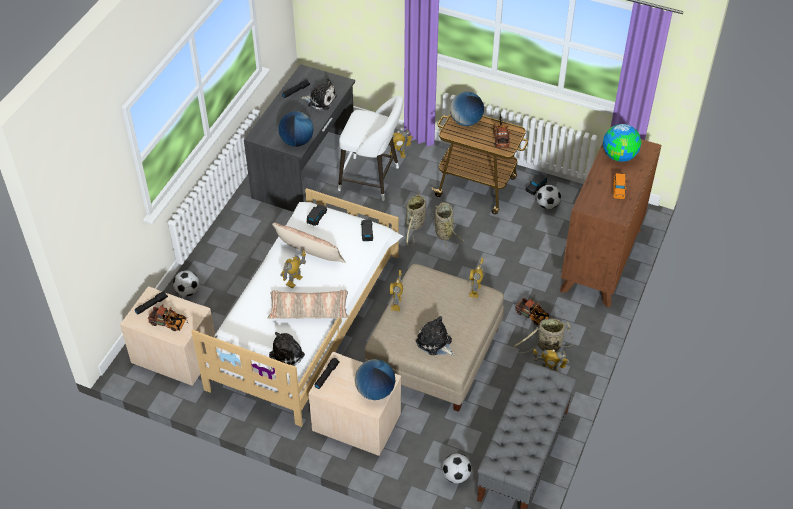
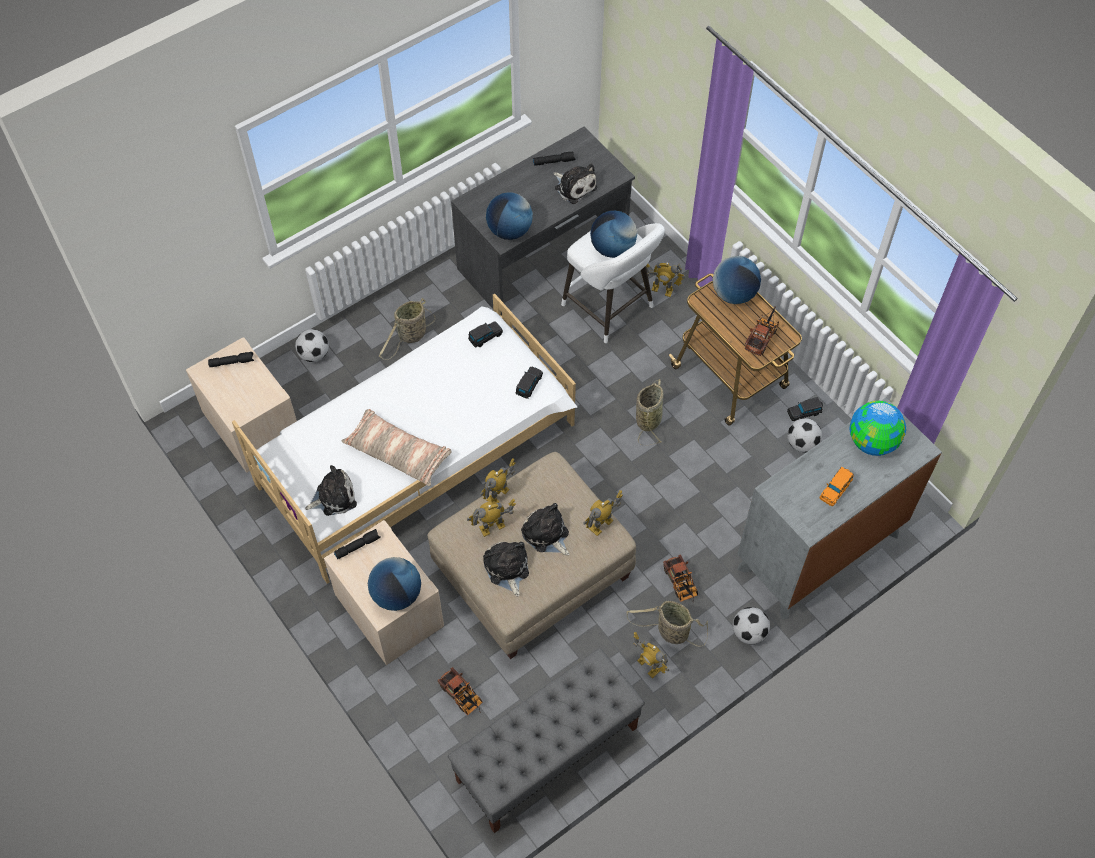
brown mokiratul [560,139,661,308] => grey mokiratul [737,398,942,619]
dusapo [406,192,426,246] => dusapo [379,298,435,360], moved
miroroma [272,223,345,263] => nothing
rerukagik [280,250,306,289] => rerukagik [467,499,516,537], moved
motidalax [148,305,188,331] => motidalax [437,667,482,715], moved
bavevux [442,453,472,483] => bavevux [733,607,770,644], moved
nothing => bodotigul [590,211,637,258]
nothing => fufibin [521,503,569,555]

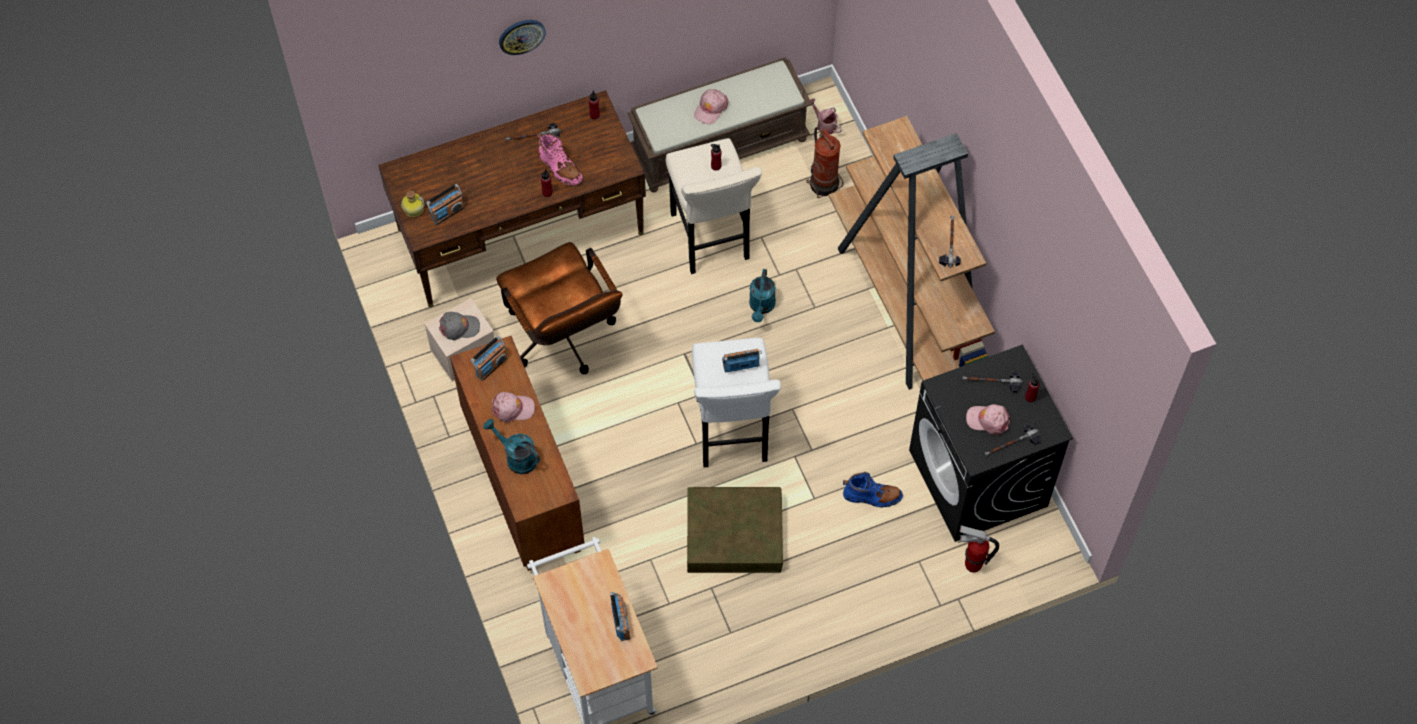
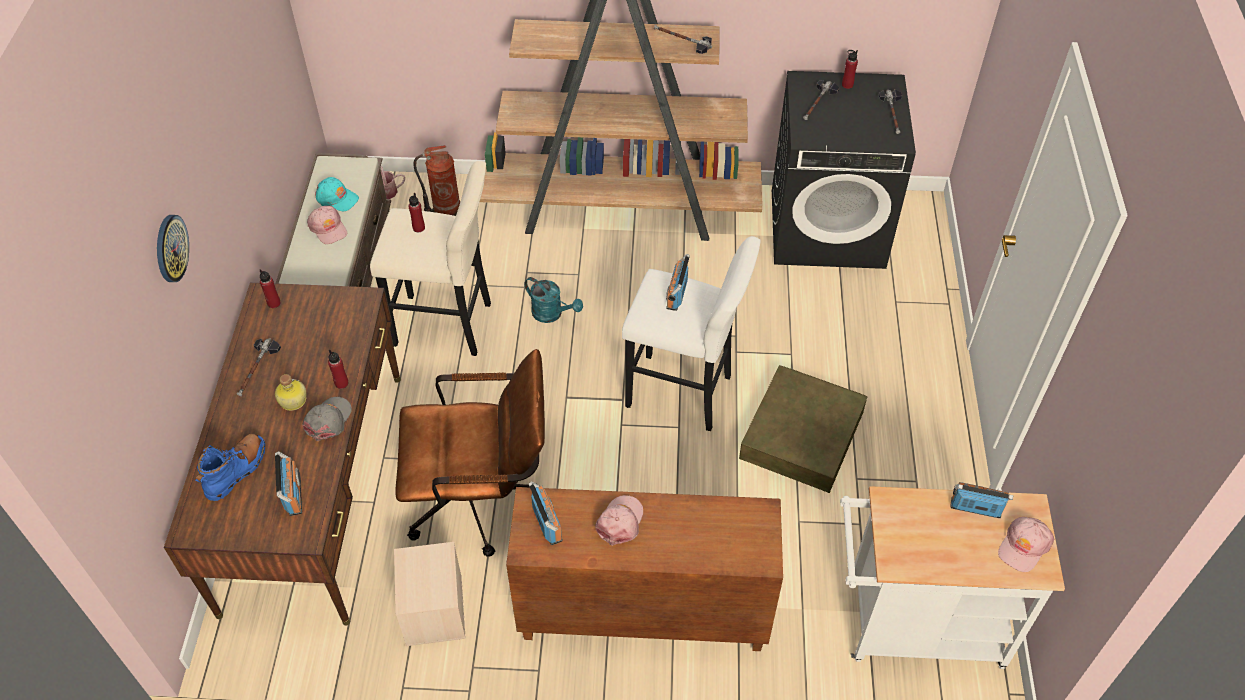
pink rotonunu [537,132,582,185] => nothing
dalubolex [401,191,425,217] => dalubolex [275,374,306,411], moved
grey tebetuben [439,312,480,340] => grey tebetuben [302,397,352,441], moved
pink tebetuben [966,404,1010,435] => pink tebetuben [998,517,1054,572], moved
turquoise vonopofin [483,419,540,474] => nothing
blue rotonunu [843,472,903,508] => blue rotonunu [195,434,265,501], moved
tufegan [958,525,999,573] => nothing
nothing => turquoise tebetuben [315,177,359,211]

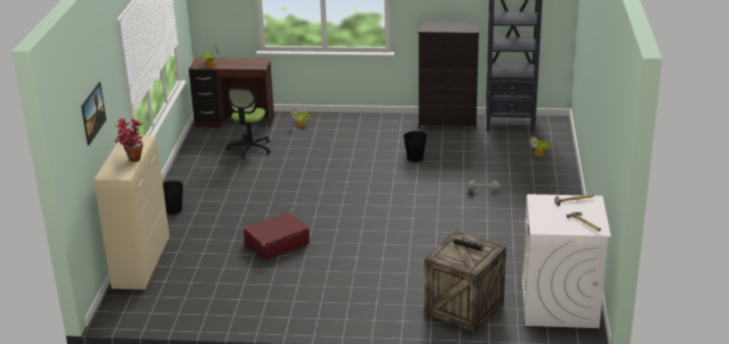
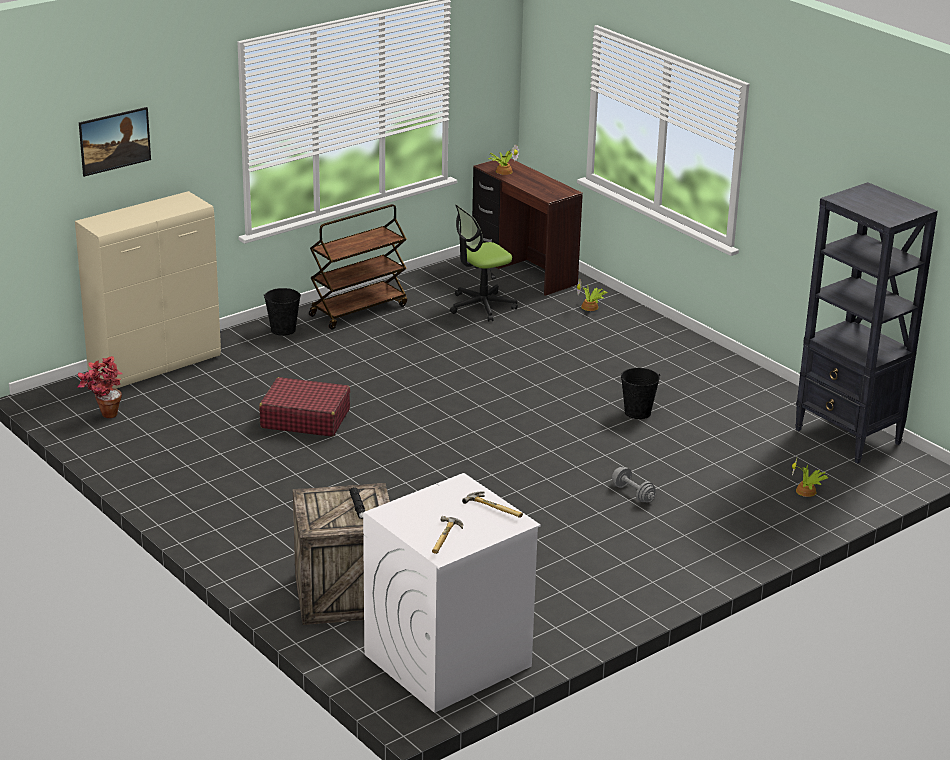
black mokiratul [418,21,479,130] => nothing
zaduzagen [115,118,144,162] => zaduzagen [77,356,123,418], moved
nothing => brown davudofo [309,204,407,330]

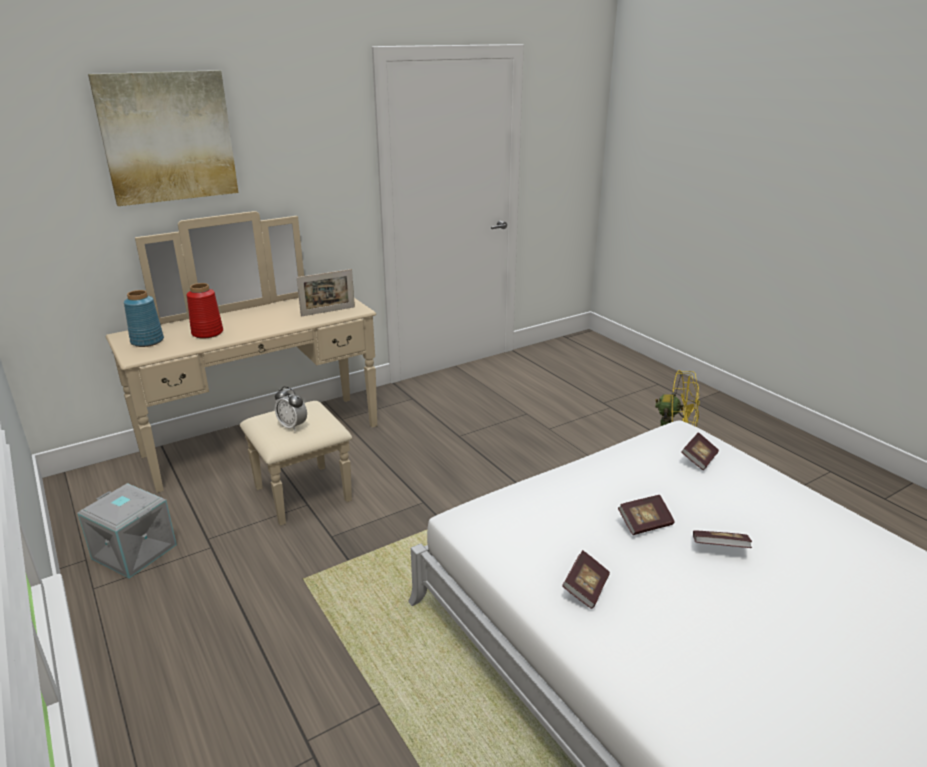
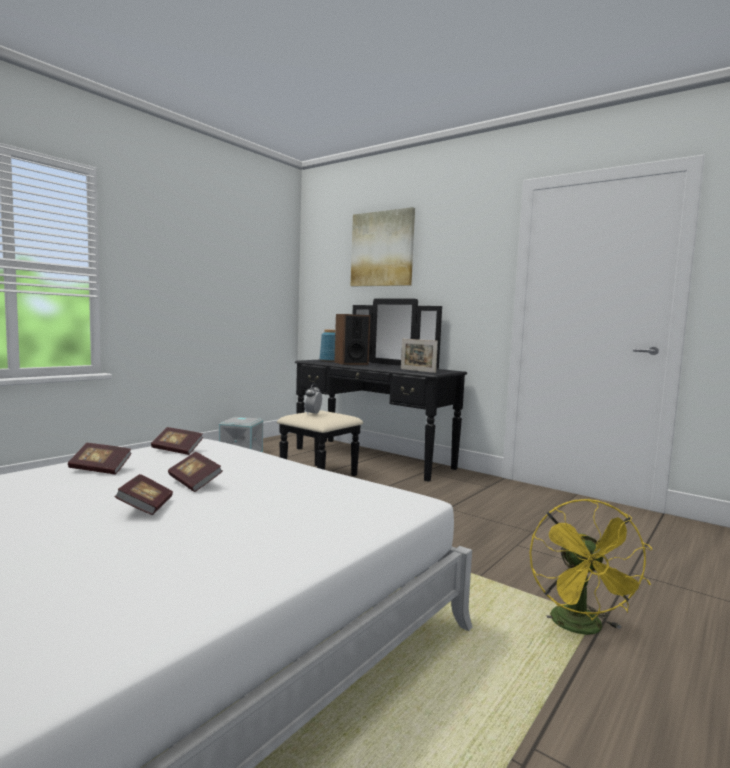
beige mokiratul [106,211,377,526] => black mokiratul [277,298,467,482]
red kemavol [187,283,223,339] => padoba [334,314,371,365]
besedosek [681,432,719,470] => besedosek [151,427,203,455], moved

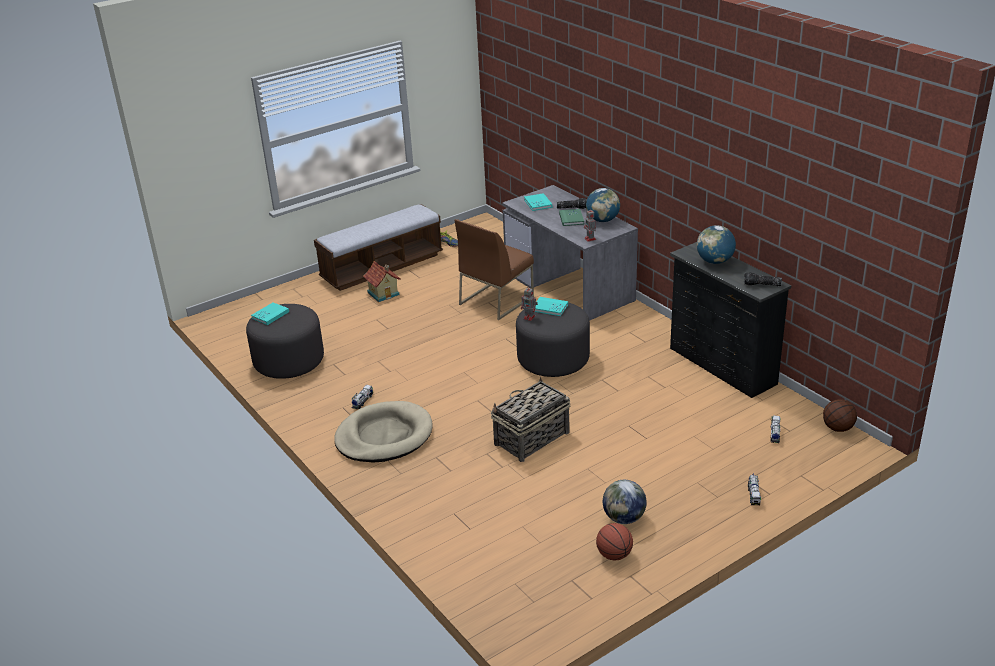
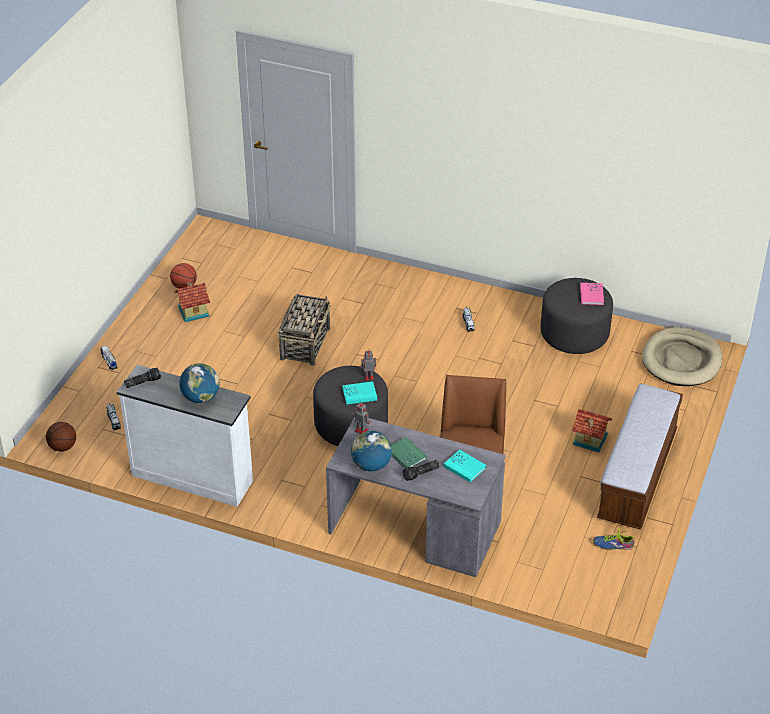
black mokiratul [670,242,791,398] => white mokiratul [116,365,253,507]
turquoise besedosek [251,302,289,325] => pink besedosek [580,283,604,305]
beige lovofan [334,401,432,463] => beige lovofan [642,327,722,386], moved
bodotigul [603,480,647,524] => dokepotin [174,282,210,322]

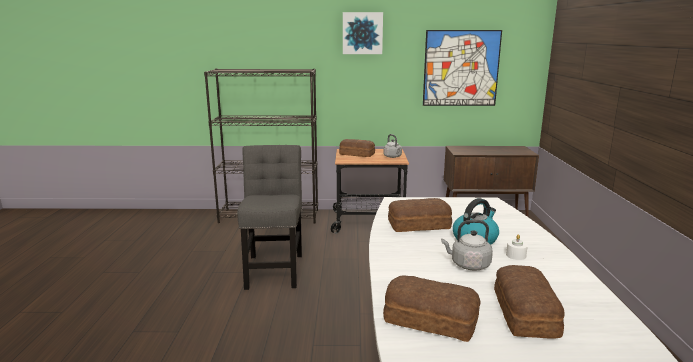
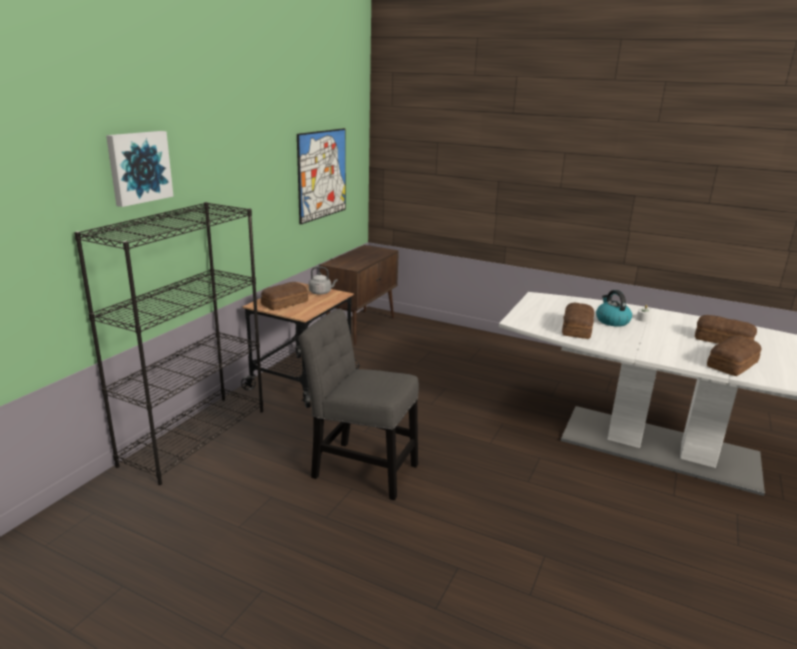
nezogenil [343,12,383,54] => nezogenil [106,131,174,207], moved
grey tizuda [441,220,493,271] => nothing

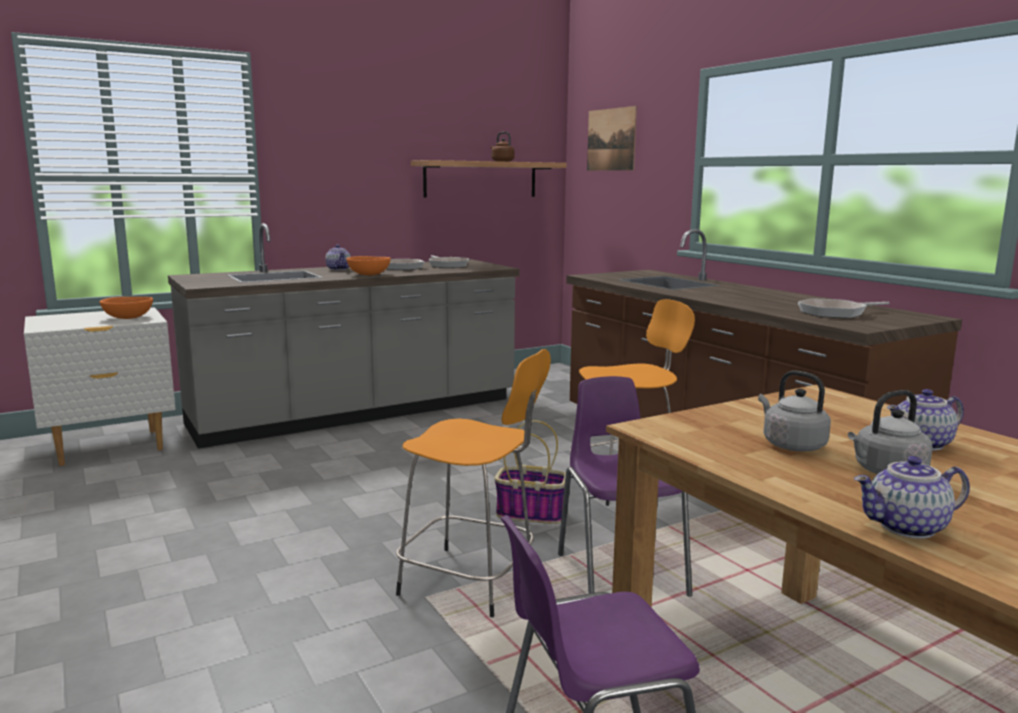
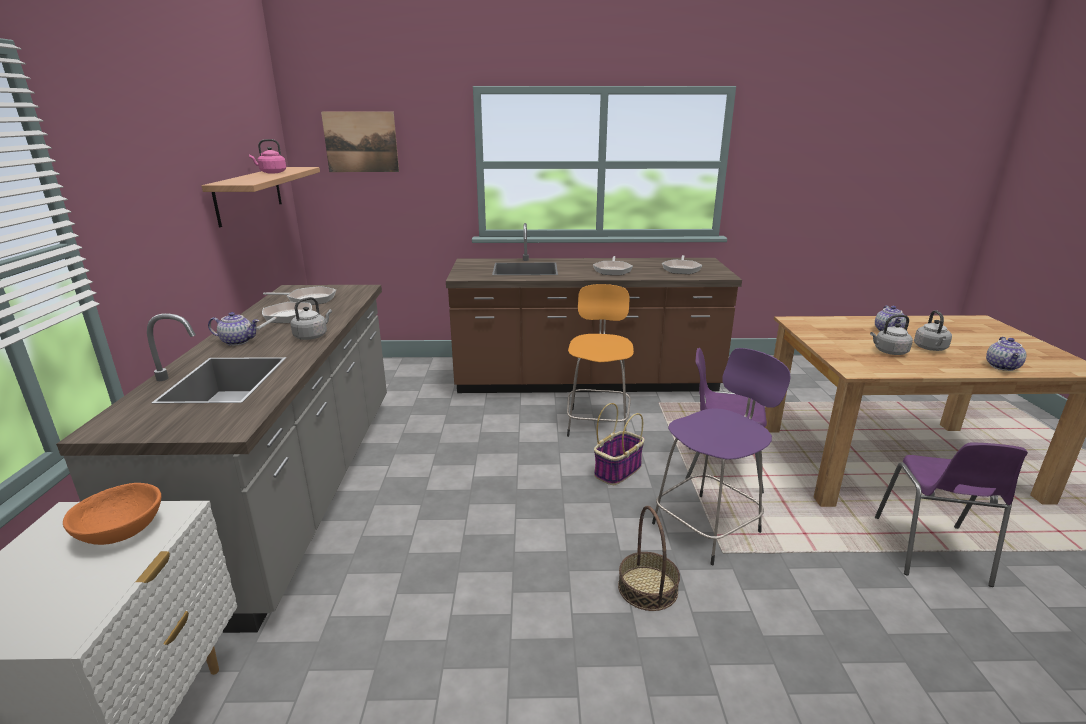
brown tizuda [491,132,515,162] => pink tizuda [249,139,286,173]
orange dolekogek [346,256,391,275] => grey tizuda [291,297,332,340]
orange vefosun [396,349,551,617] => purple vefosun [652,348,791,565]
nothing => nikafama [593,256,633,275]
nothing => dusapo [618,506,680,611]

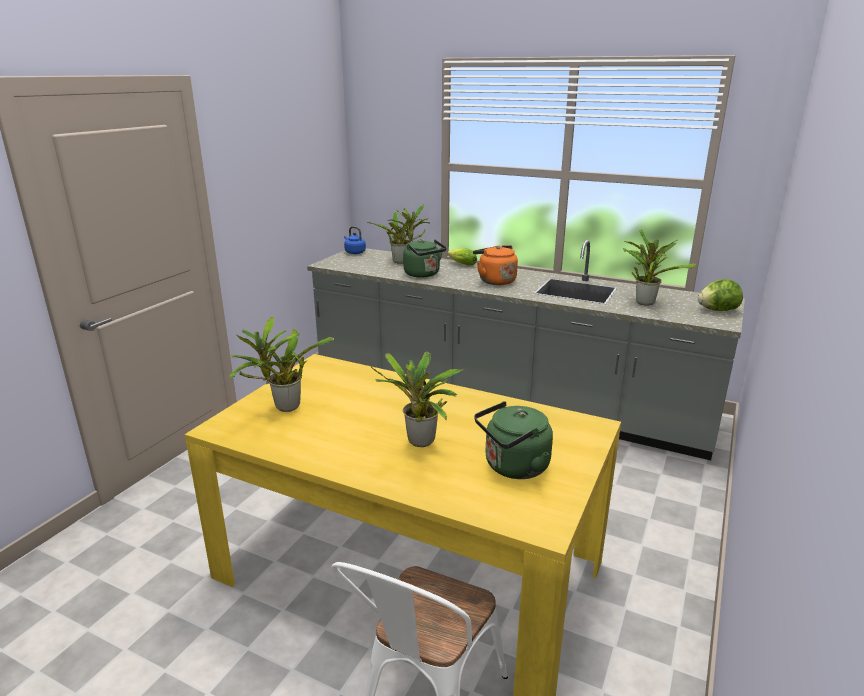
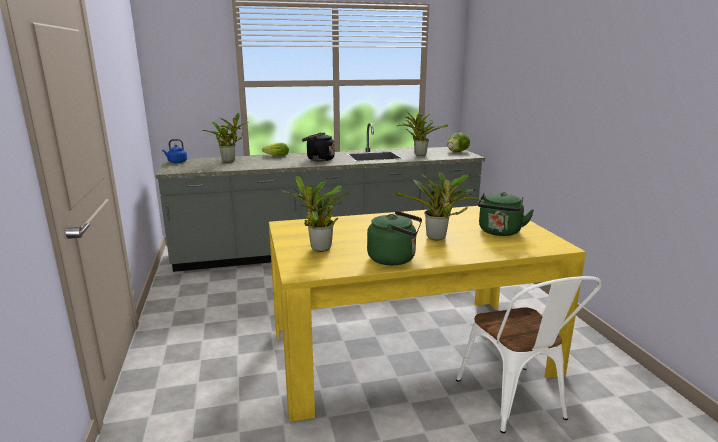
green tizuda [403,239,446,277] => green tizuda [367,211,422,265], moved
orange tizuda [473,245,518,285] => black tizuda [302,133,335,162]

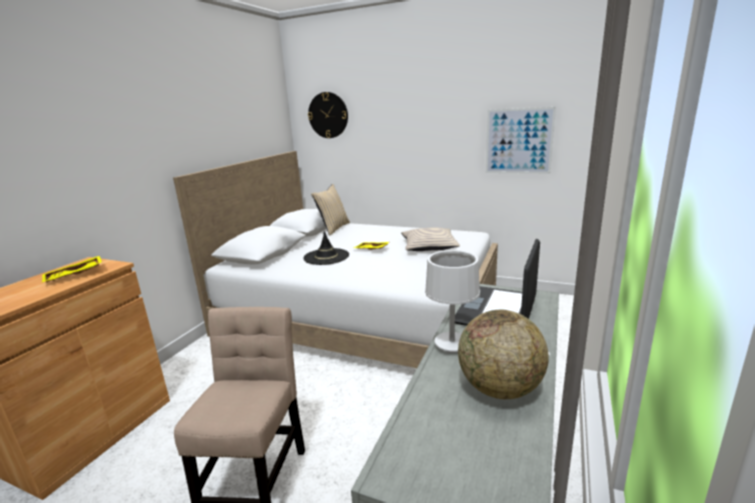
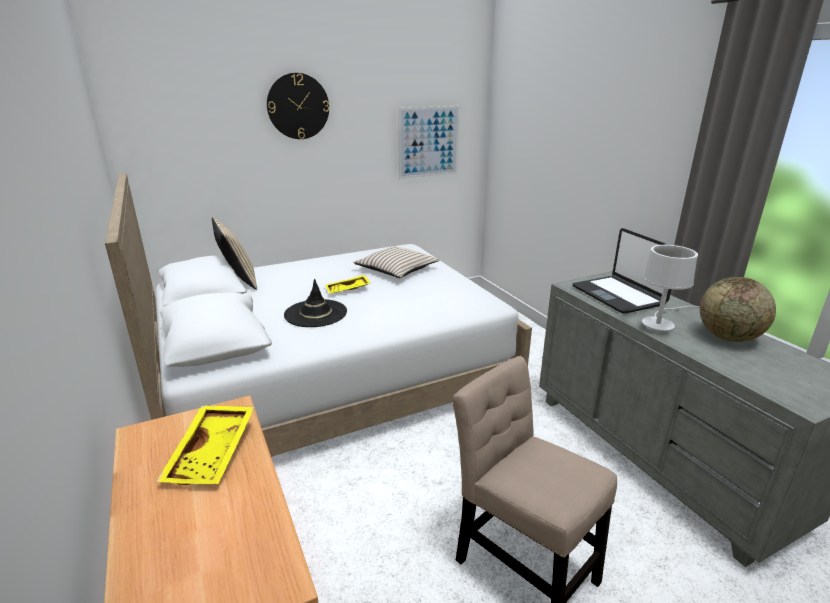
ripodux [308,92,348,138] => ripodux [267,73,329,139], moved

